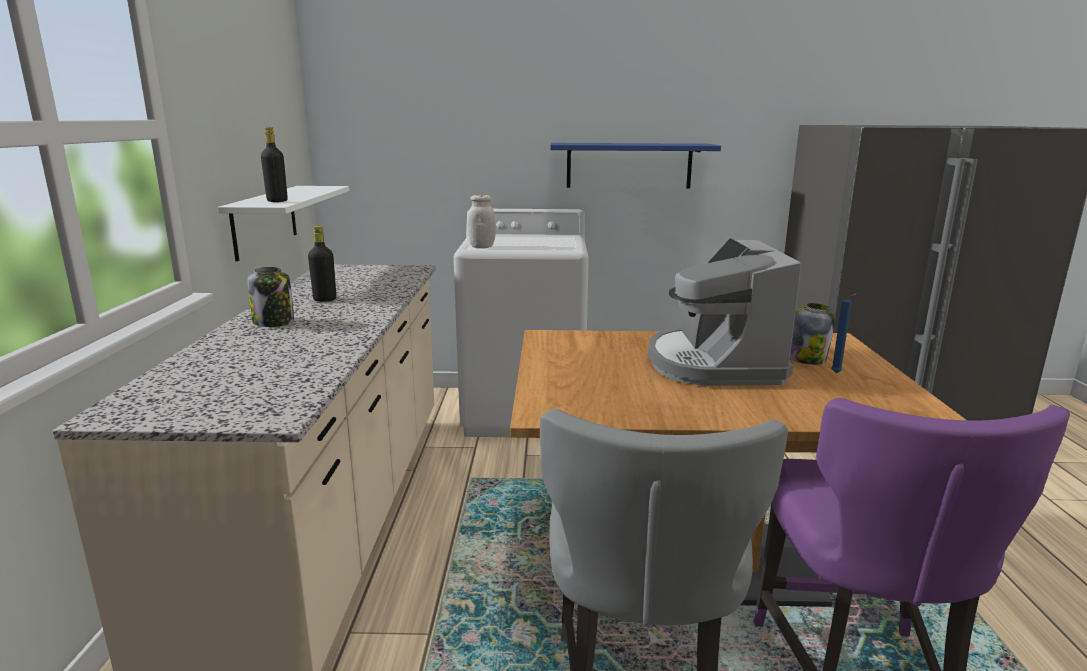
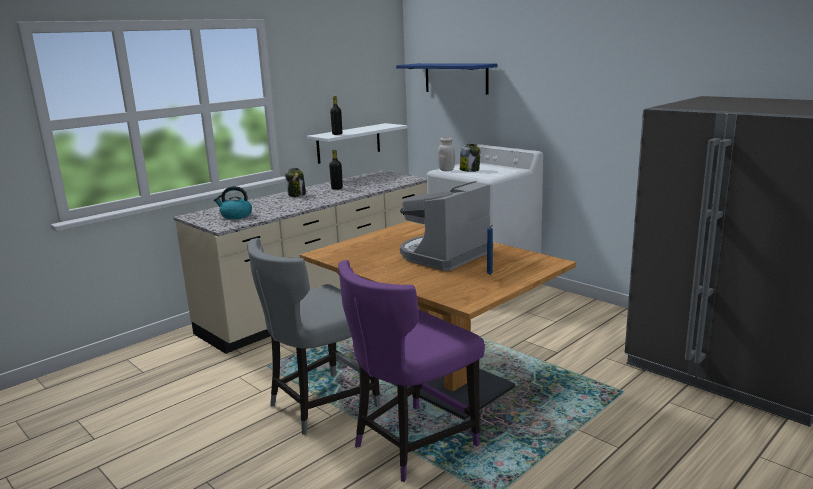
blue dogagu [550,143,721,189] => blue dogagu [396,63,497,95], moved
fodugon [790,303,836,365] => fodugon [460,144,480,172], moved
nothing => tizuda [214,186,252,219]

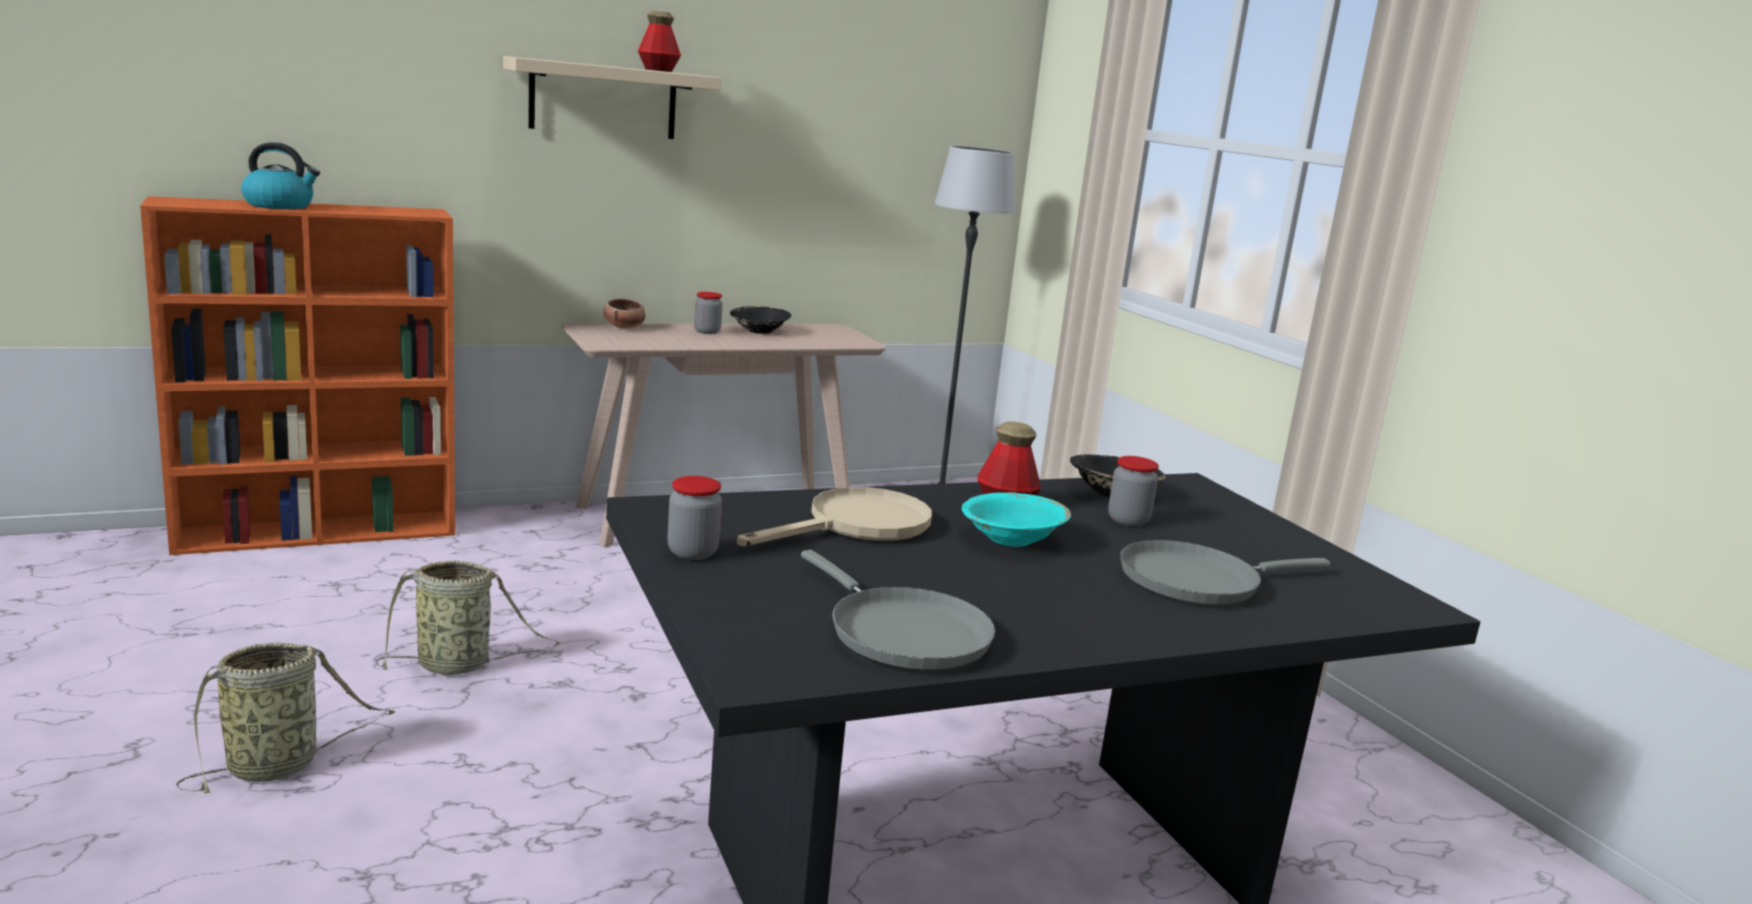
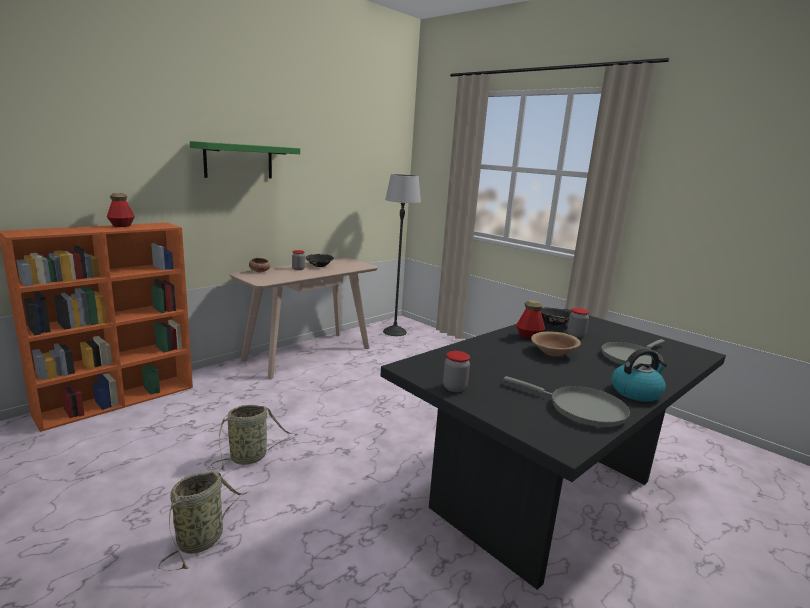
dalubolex [638,11,681,72] => dalubolex [107,193,135,227], moved
beige dogagu [503,56,721,139] => green dogagu [190,141,300,178]
tizuda [241,142,320,209] => tizuda [612,348,667,402], moved
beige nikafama [737,487,932,546] => nothing
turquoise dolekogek [962,492,1071,547] => brown dolekogek [531,332,581,356]

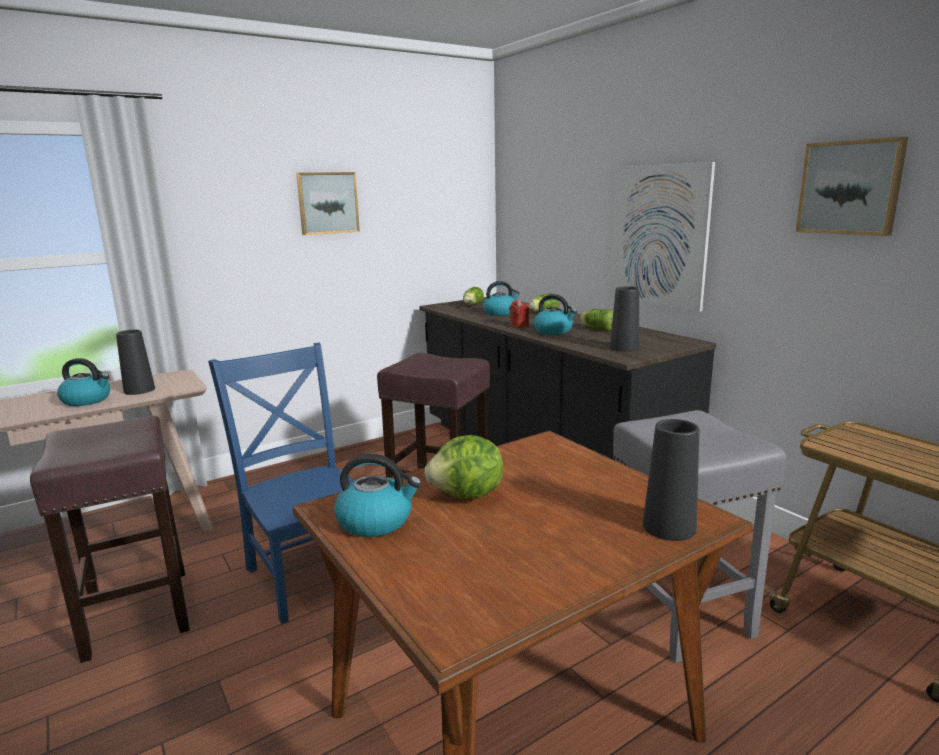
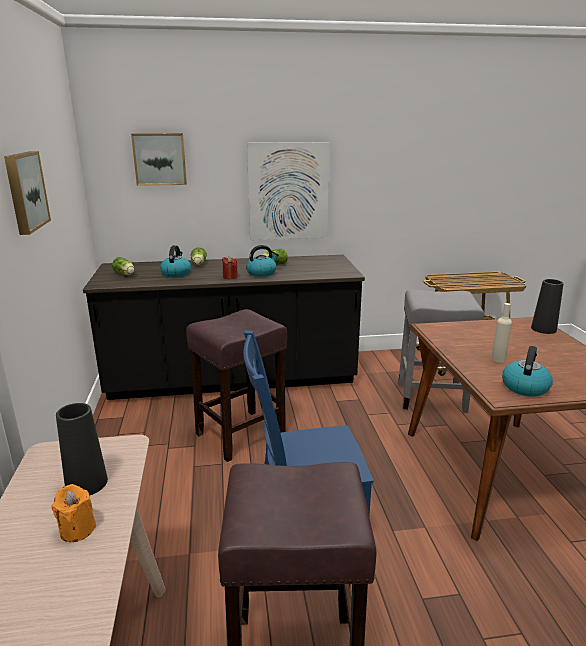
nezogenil [796,137,908,236] => nezogenil [131,133,187,186], moved
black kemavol [610,286,639,352] => nothing
tizuda [57,358,110,406] => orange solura [51,484,96,542]
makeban [425,435,503,499] => beige dalubolex [491,303,512,363]

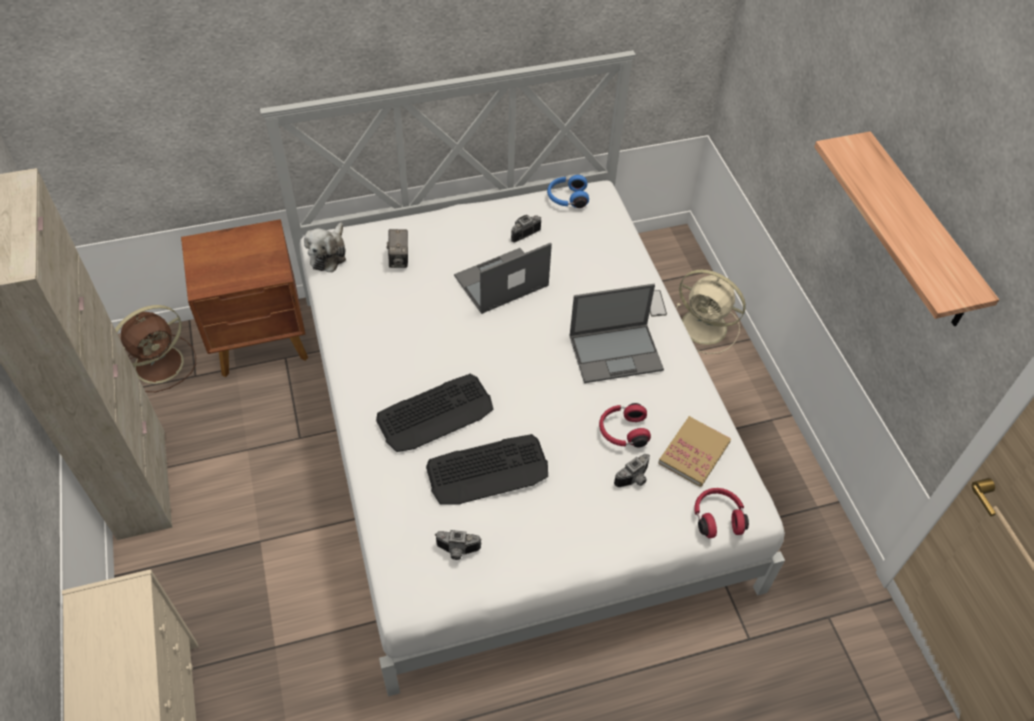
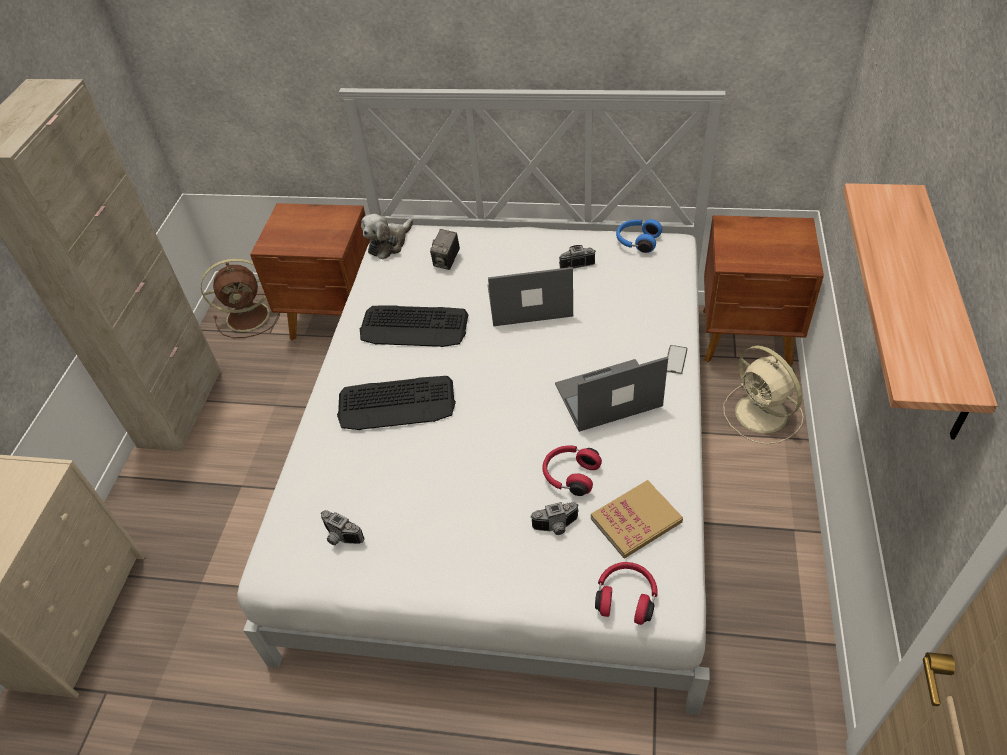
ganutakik [569,284,664,383] => ganutakik [555,357,668,432], 150 degrees clockwise
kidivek [426,434,548,505] => kidivek [360,305,468,347], moved
nothing => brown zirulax [703,215,824,365]

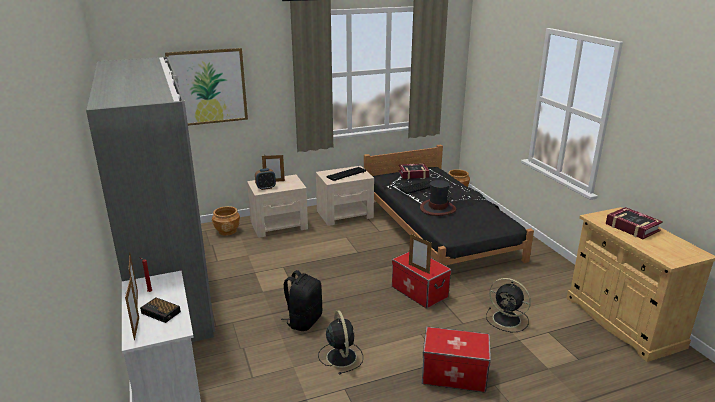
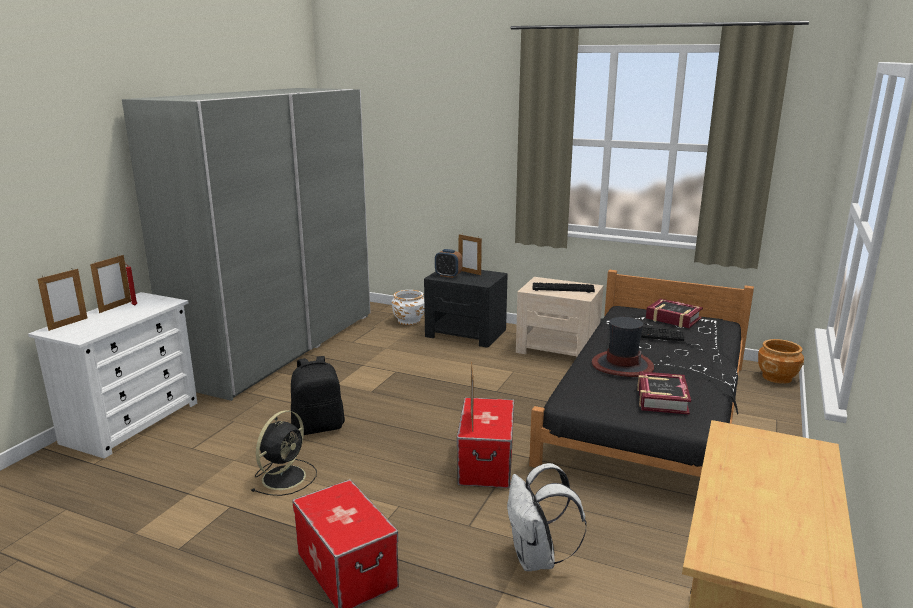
nezogenil [165,48,248,126] => nothing
beige zirulax [247,175,308,238] => black zirulax [424,270,508,348]
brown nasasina [212,206,240,236] => white nasasina [392,290,425,325]
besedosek [606,207,663,239] => besedosek [637,371,691,415], moved
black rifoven [486,278,531,332] => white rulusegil [507,463,586,571]
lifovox [140,297,181,323] => nothing

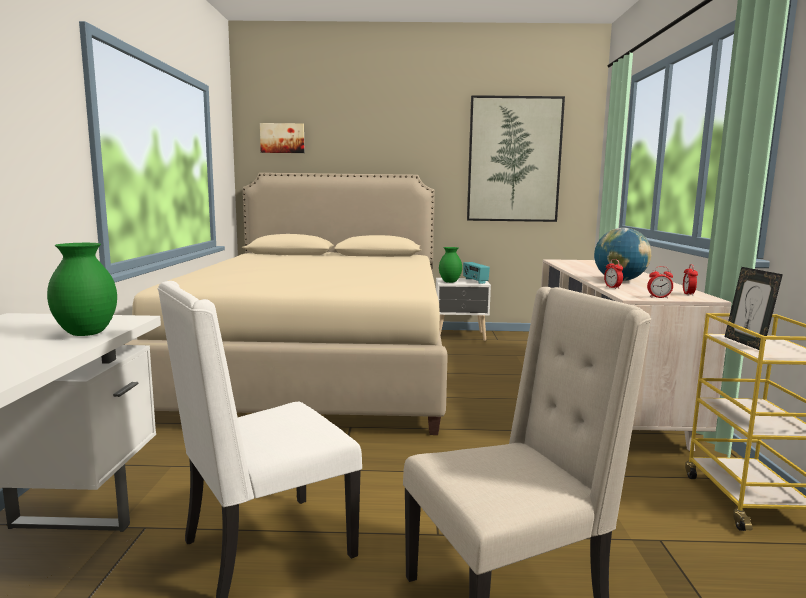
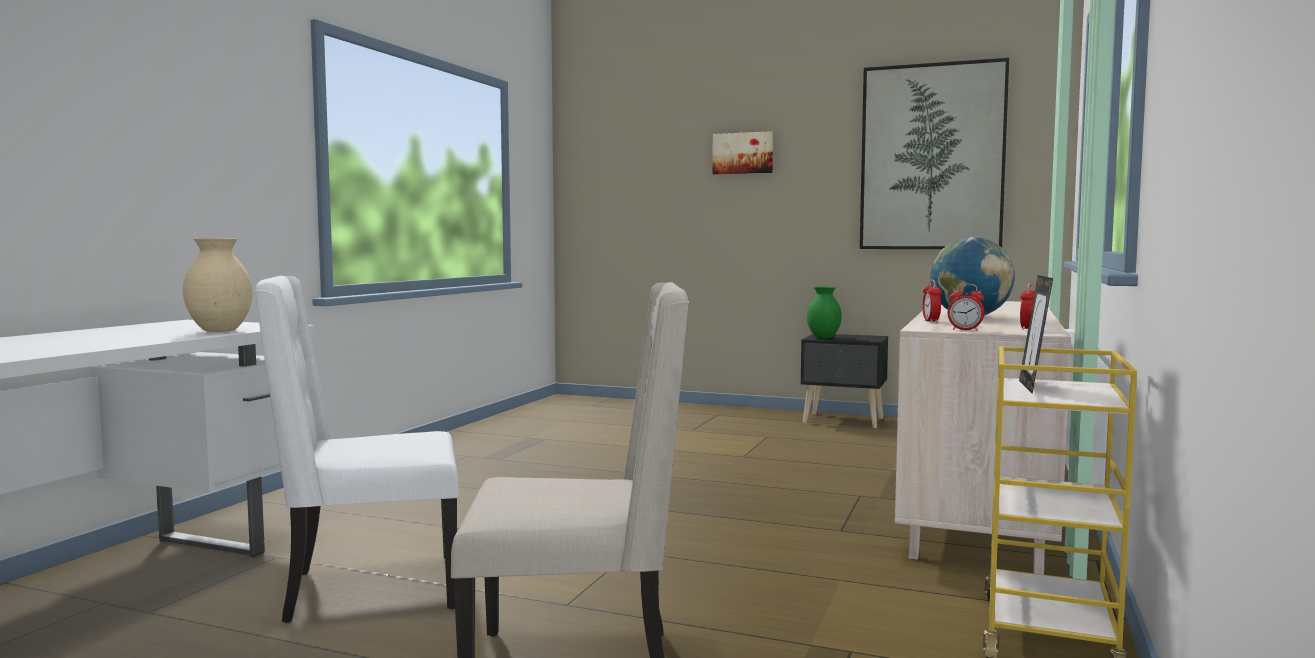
nezogenil [260,123,305,153] => nezogenil [712,131,773,175], moved
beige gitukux [124,173,448,435] => nothing
green kemavol [47,243,117,336] => beige kemavol [183,238,252,332]
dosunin [463,262,490,284] => nothing
white zirulax [436,278,491,341] => black zirulax [801,334,888,428]

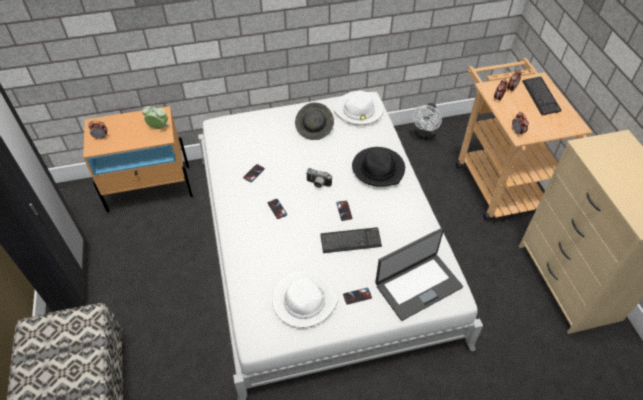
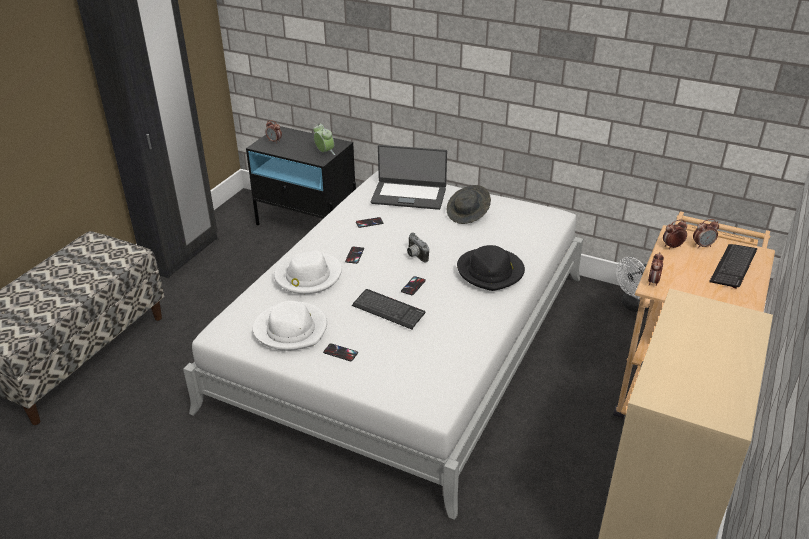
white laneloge [333,91,384,125] => white laneloge [274,251,342,294], moved
beige zirulax [83,106,193,213] => black zirulax [246,126,356,225]
ganutakik [375,228,463,321] => ganutakik [371,145,447,210], moved

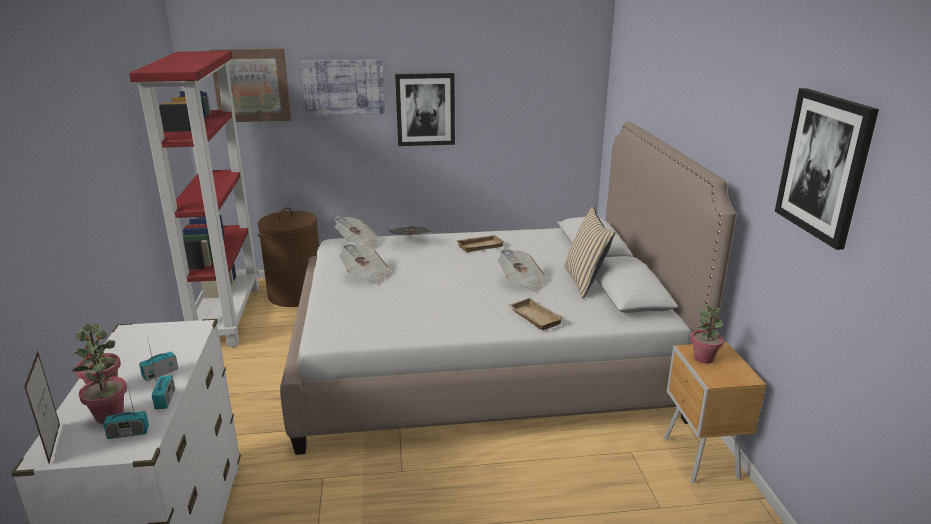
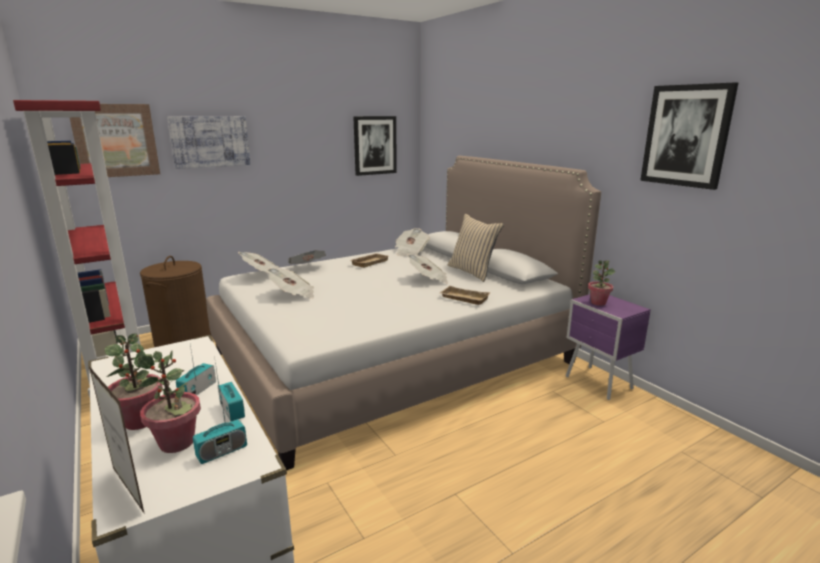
nezogenil [395,73,455,146] => nezogenil [353,116,397,176], moved
brown zirulax [664,342,766,483] => purple zirulax [566,294,651,400]
nothing => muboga [395,228,430,256]

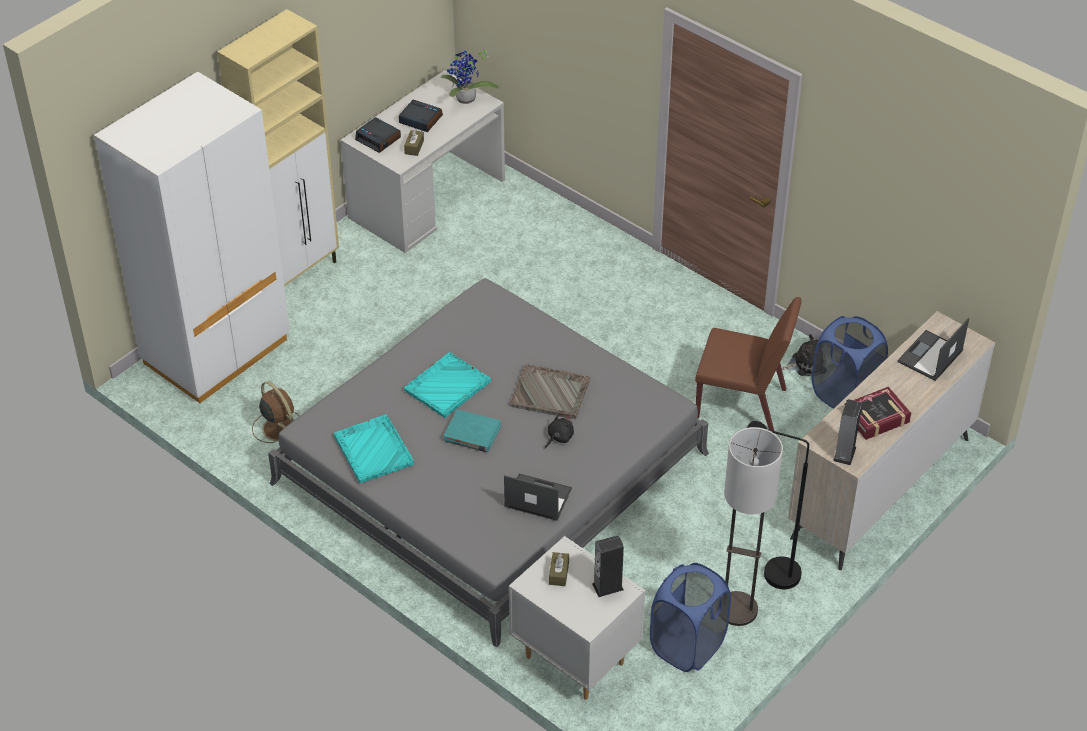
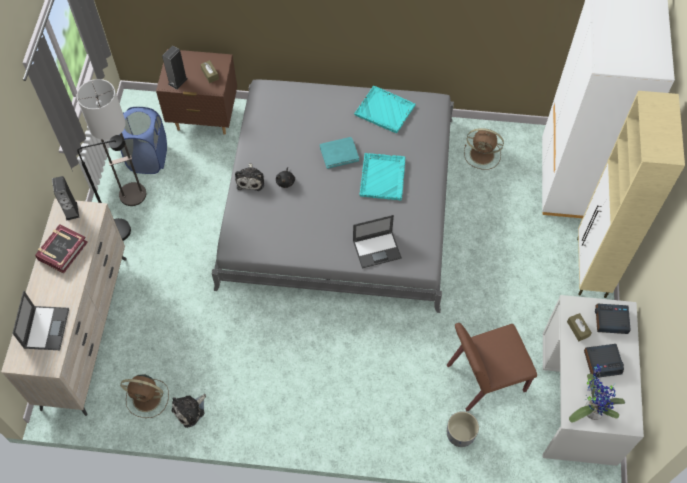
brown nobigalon [695,297,801,431] => brown nobigalon [447,323,537,412], moved
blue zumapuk [812,316,888,409] => brown rifoven [120,374,169,418]
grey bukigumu [509,364,590,419] => nothing
ganutakik [504,473,572,521] => ganutakik [353,215,402,268], moved
white zirulax [509,536,646,700] => brown zirulax [156,49,237,135]
nothing => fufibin [235,163,264,191]
nothing => grey nasasina [447,411,479,447]

